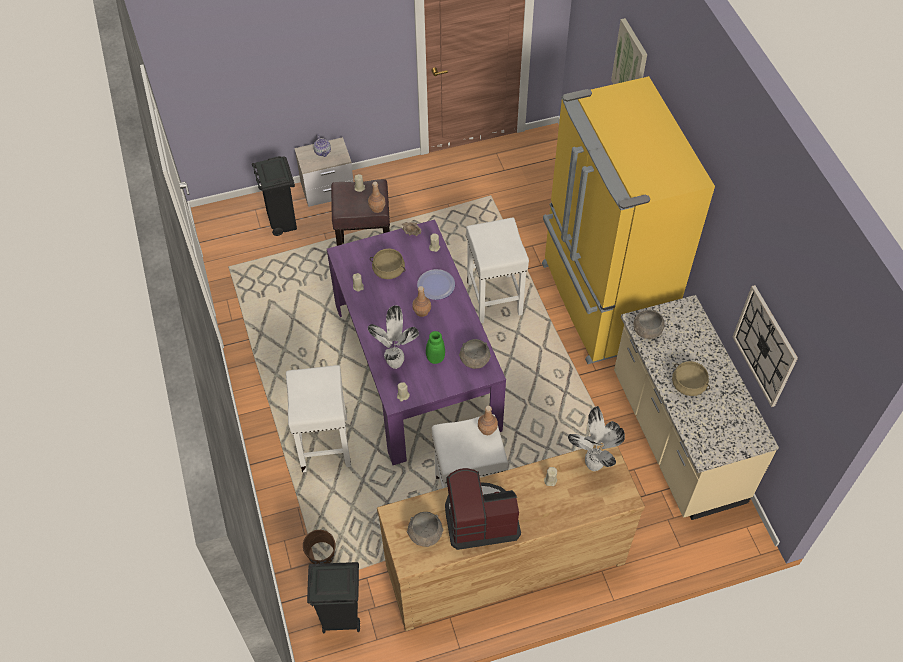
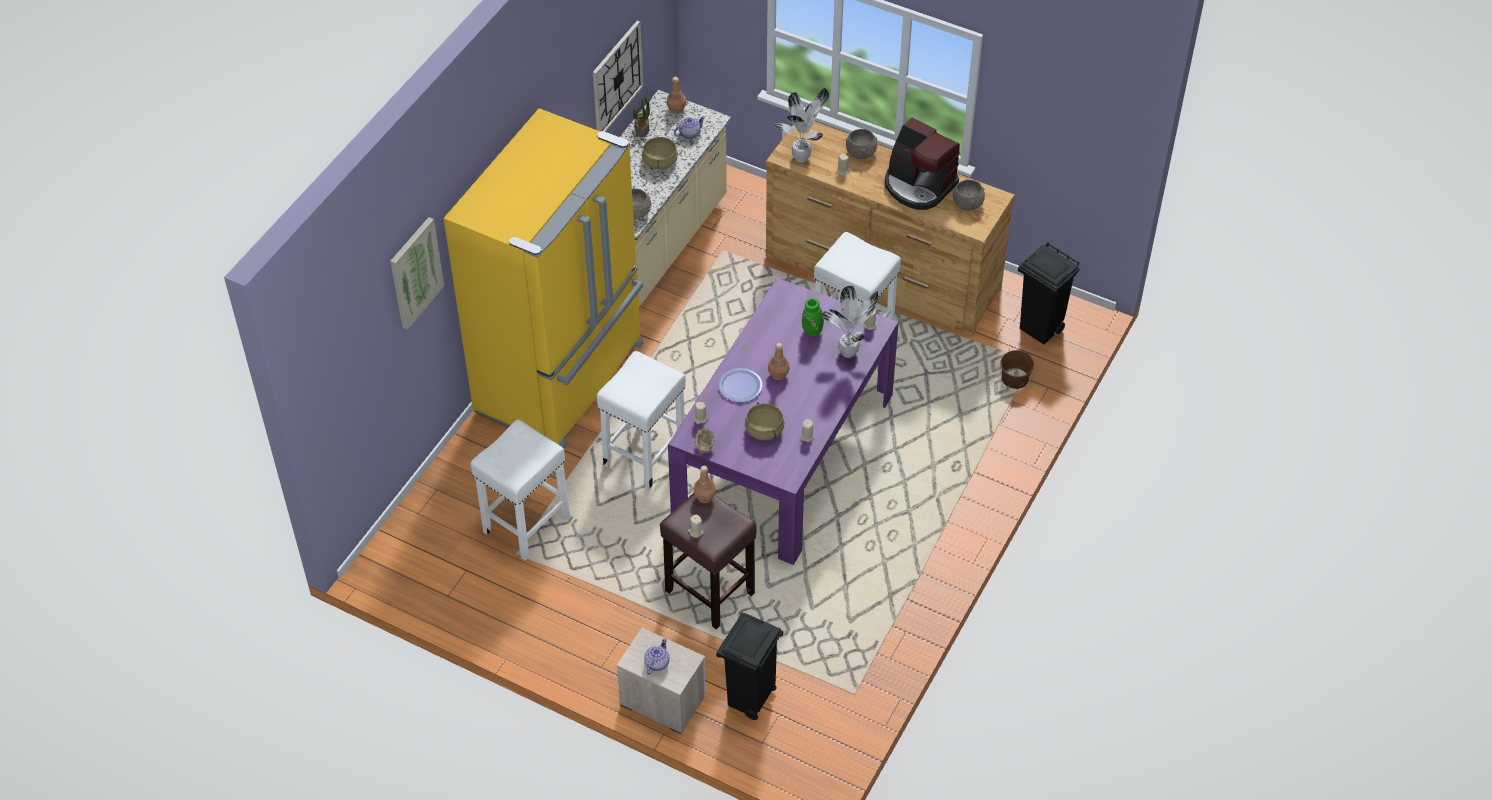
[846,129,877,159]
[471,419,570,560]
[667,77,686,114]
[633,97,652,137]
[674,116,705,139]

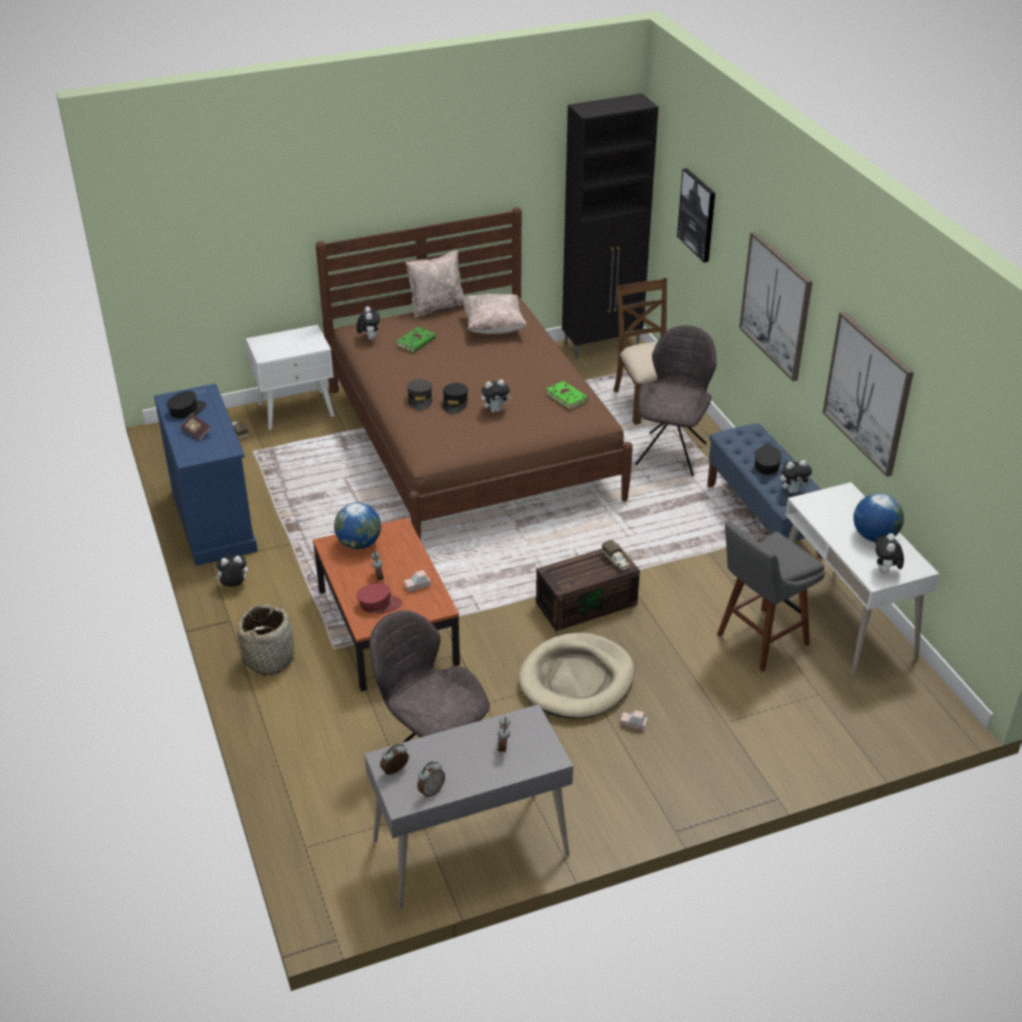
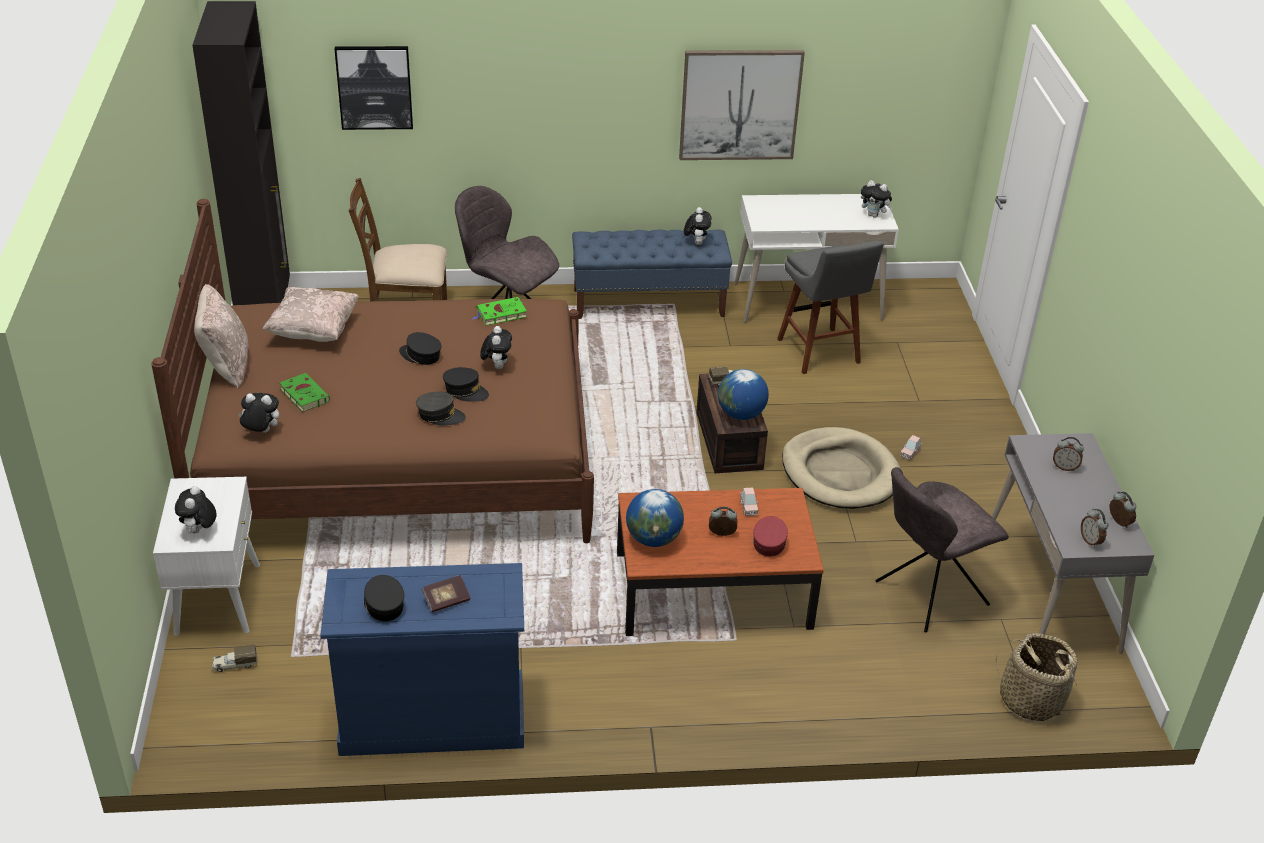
[739,231,813,381] (first image)
[399,332,442,365]
[718,369,769,420]
[175,486,217,535]
[996,633,1077,721]

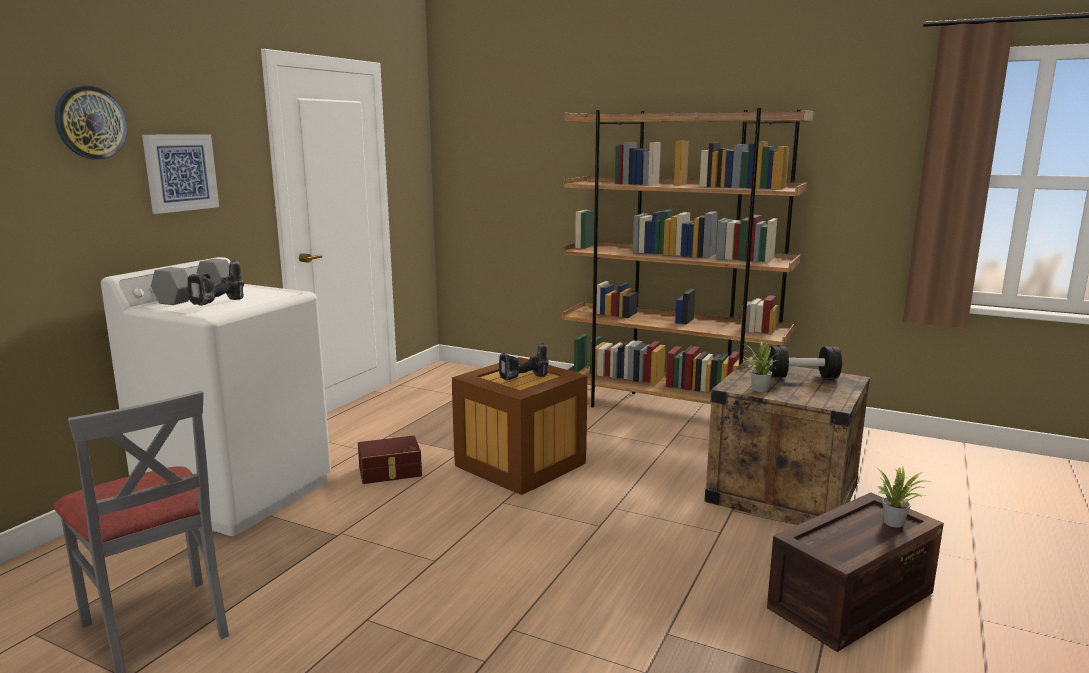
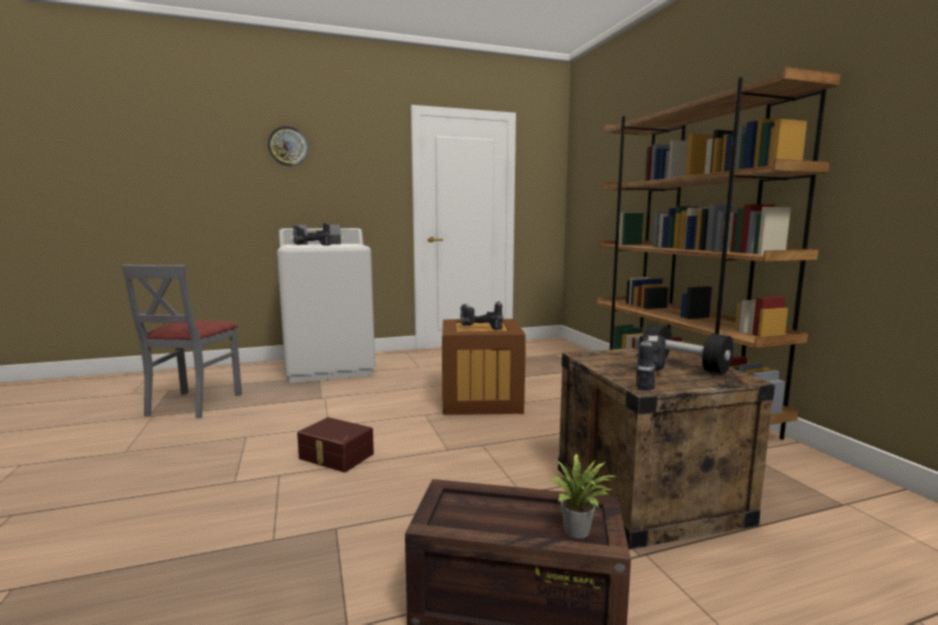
[142,134,219,214] (first image)
[742,342,778,392] (first image)
[297,417,374,472]
[635,335,666,390]

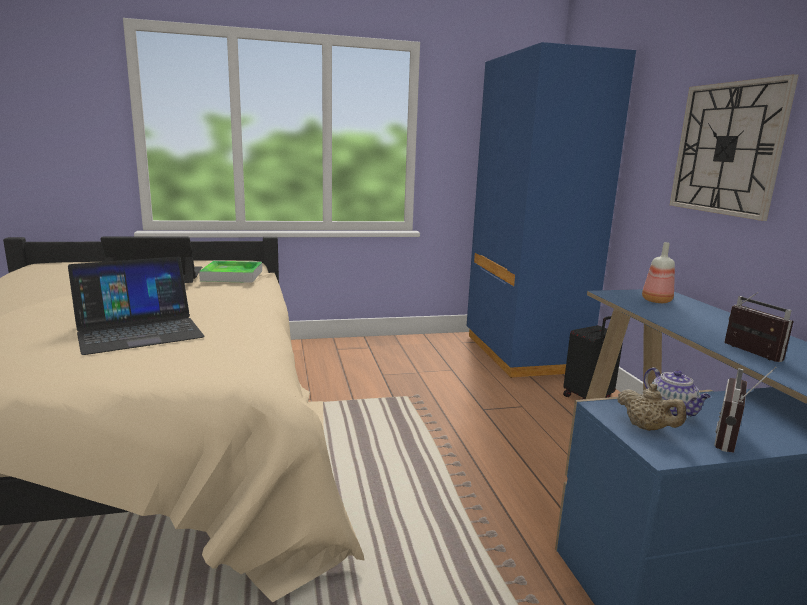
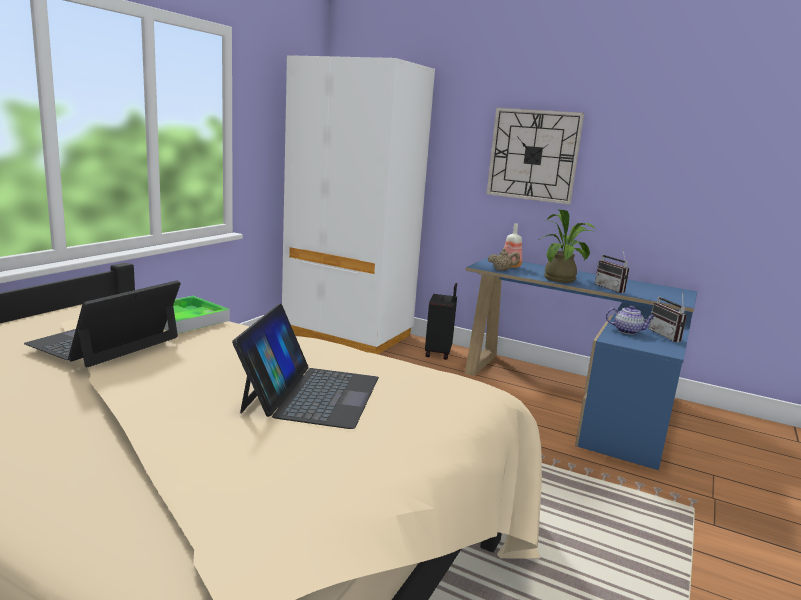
[282,55,435,354]
[595,250,629,293]
[488,248,520,271]
[539,209,596,283]

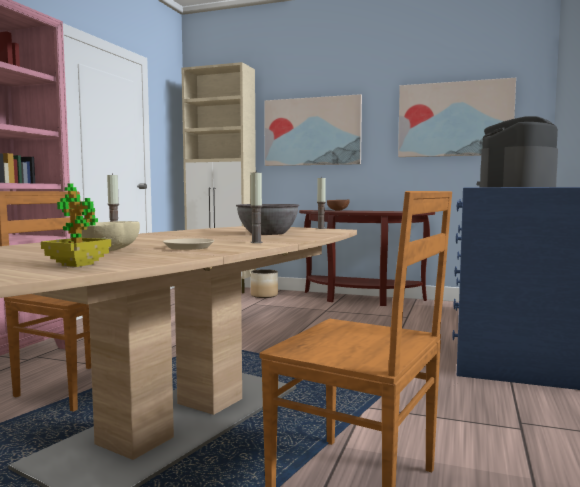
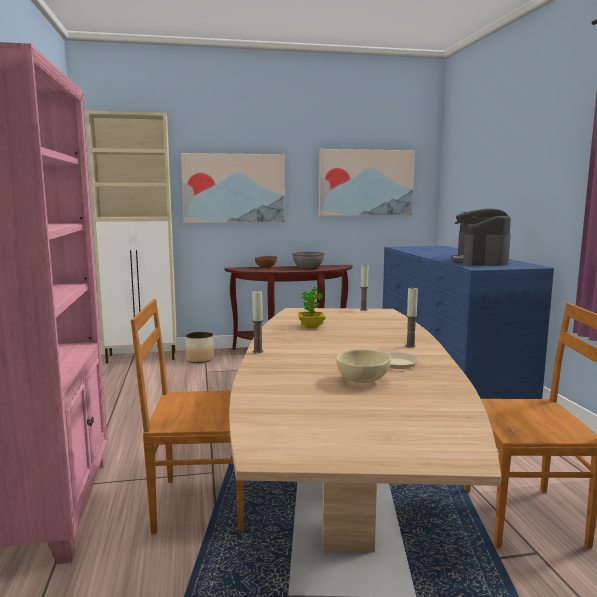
[298,286,325,328]
[292,252,325,269]

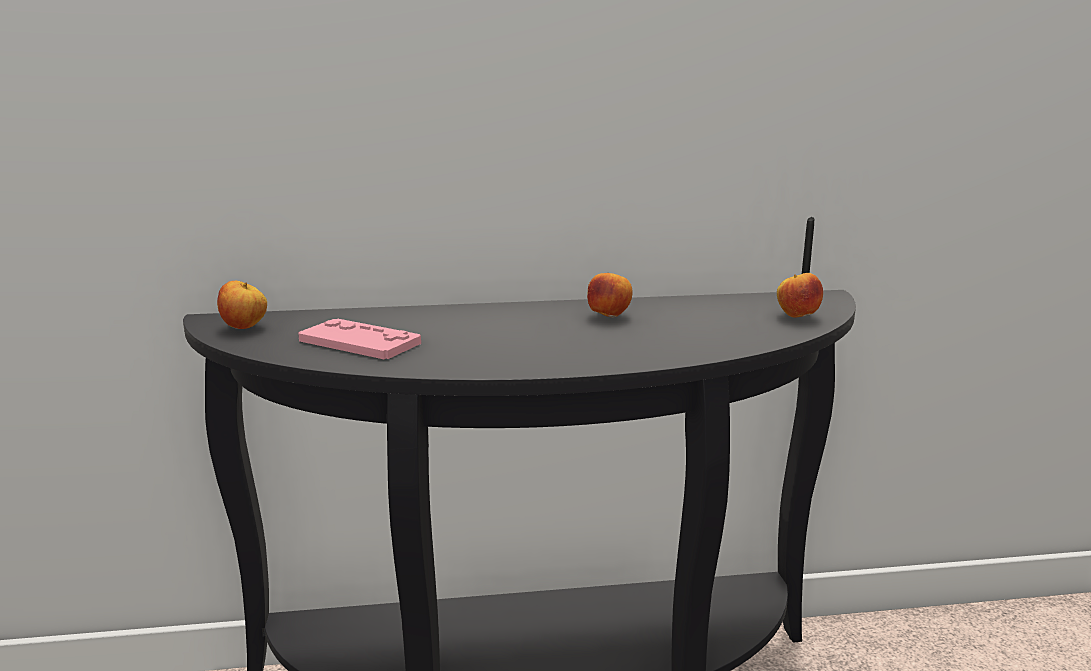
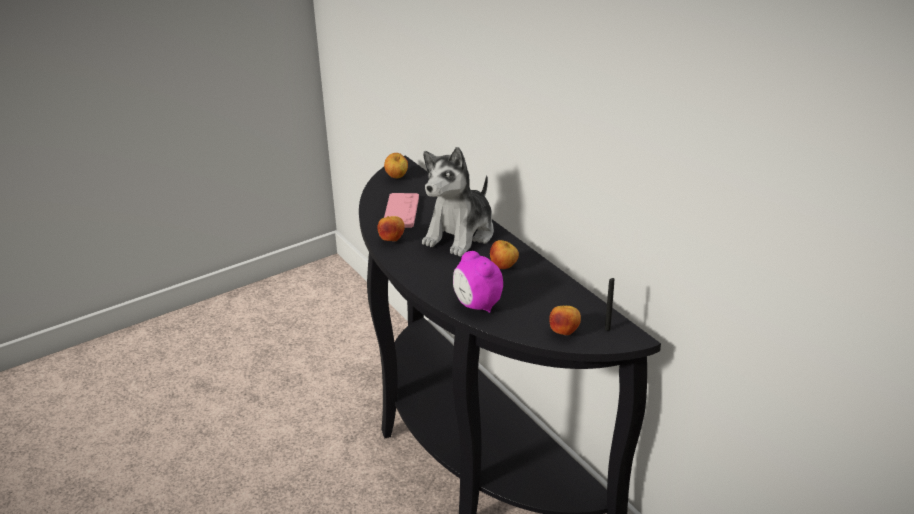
[422,147,494,257]
[377,216,405,242]
[453,251,503,313]

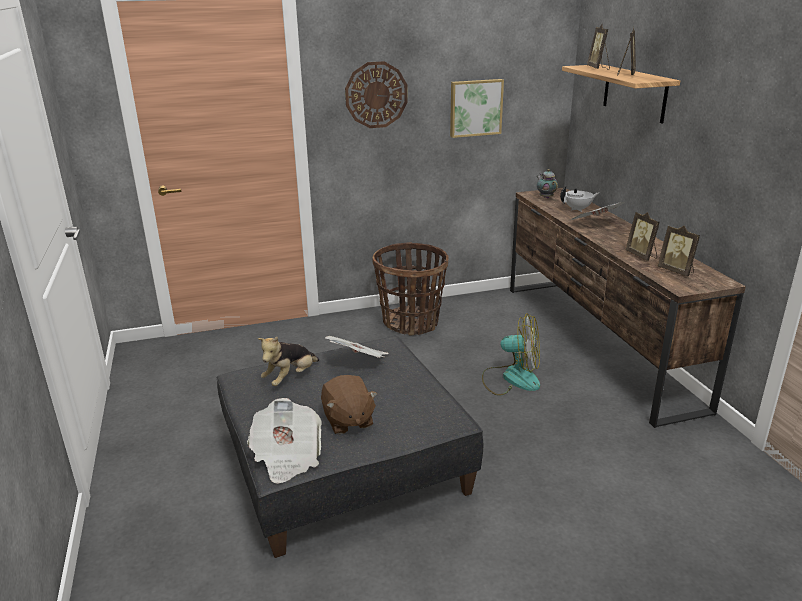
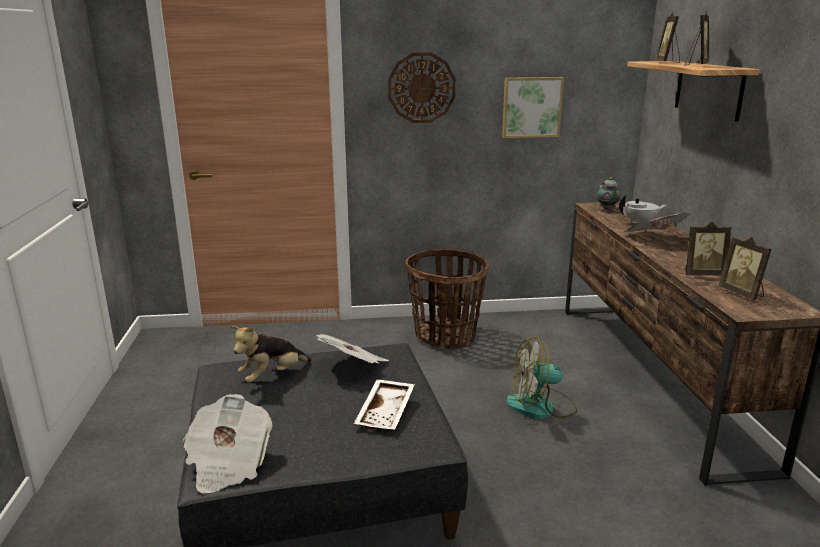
[684,221,732,276]
[506,337,577,419]
[321,375,377,434] (first image)
[354,379,415,429]

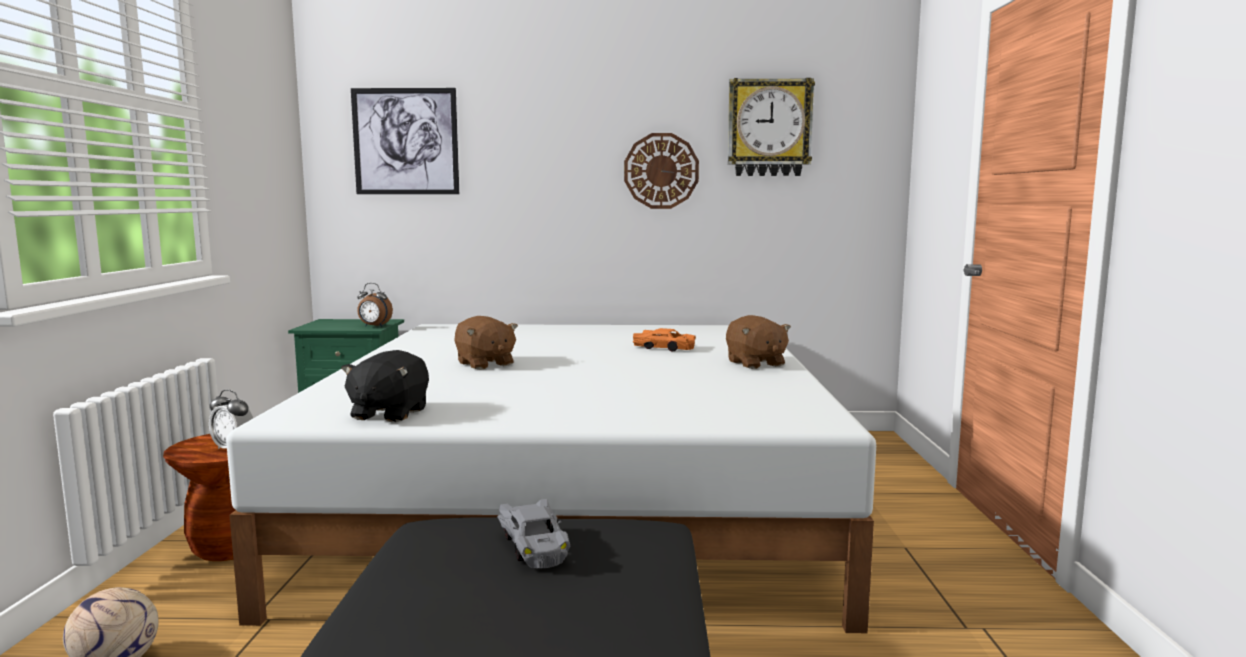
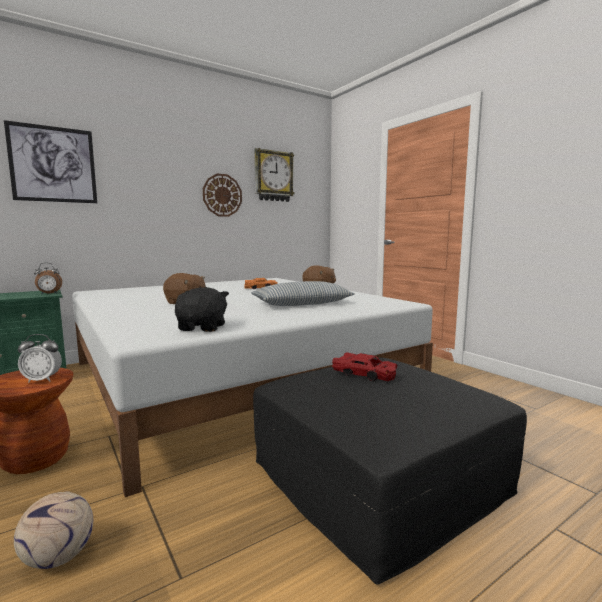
[175,287,229,332]
[332,352,397,381]
[251,281,355,306]

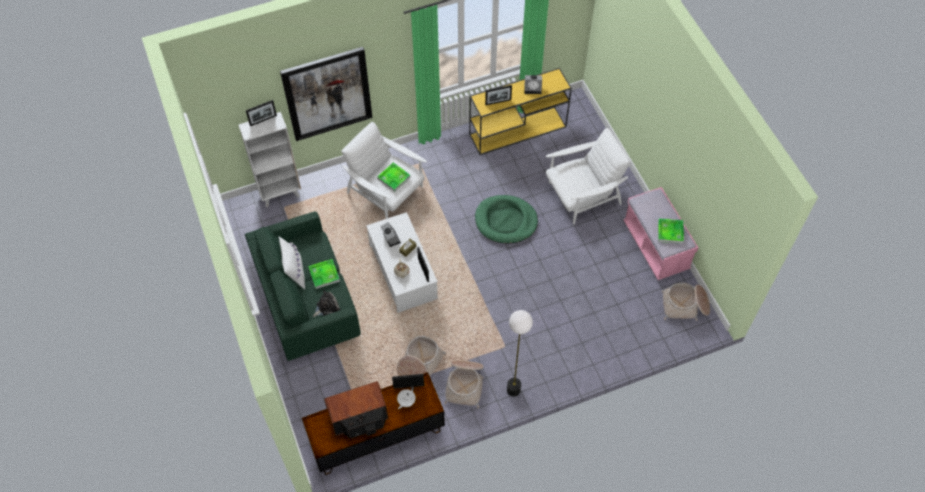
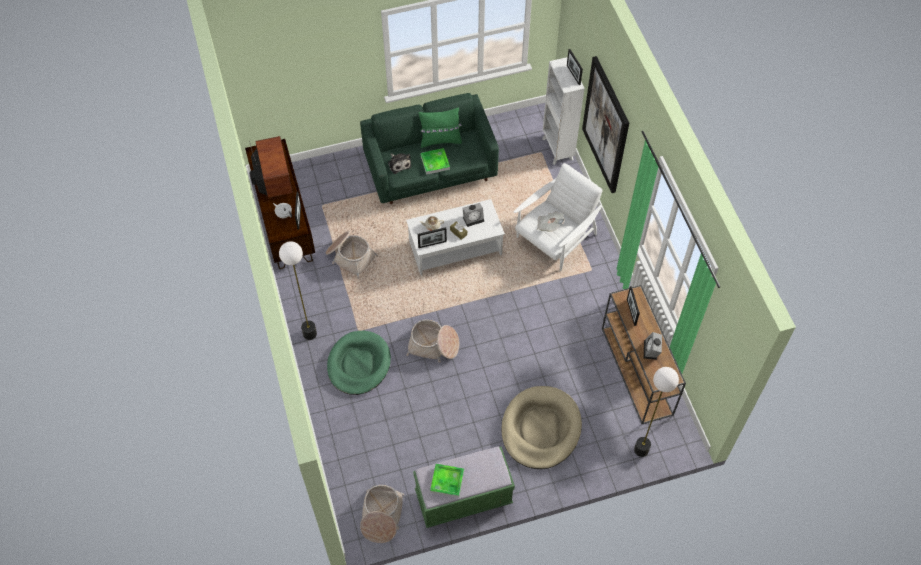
[602,285,686,424]
[501,386,582,469]
[537,211,565,232]
[413,447,515,528]
[327,331,391,395]
[419,108,462,148]
[406,320,459,363]
[634,367,679,457]

